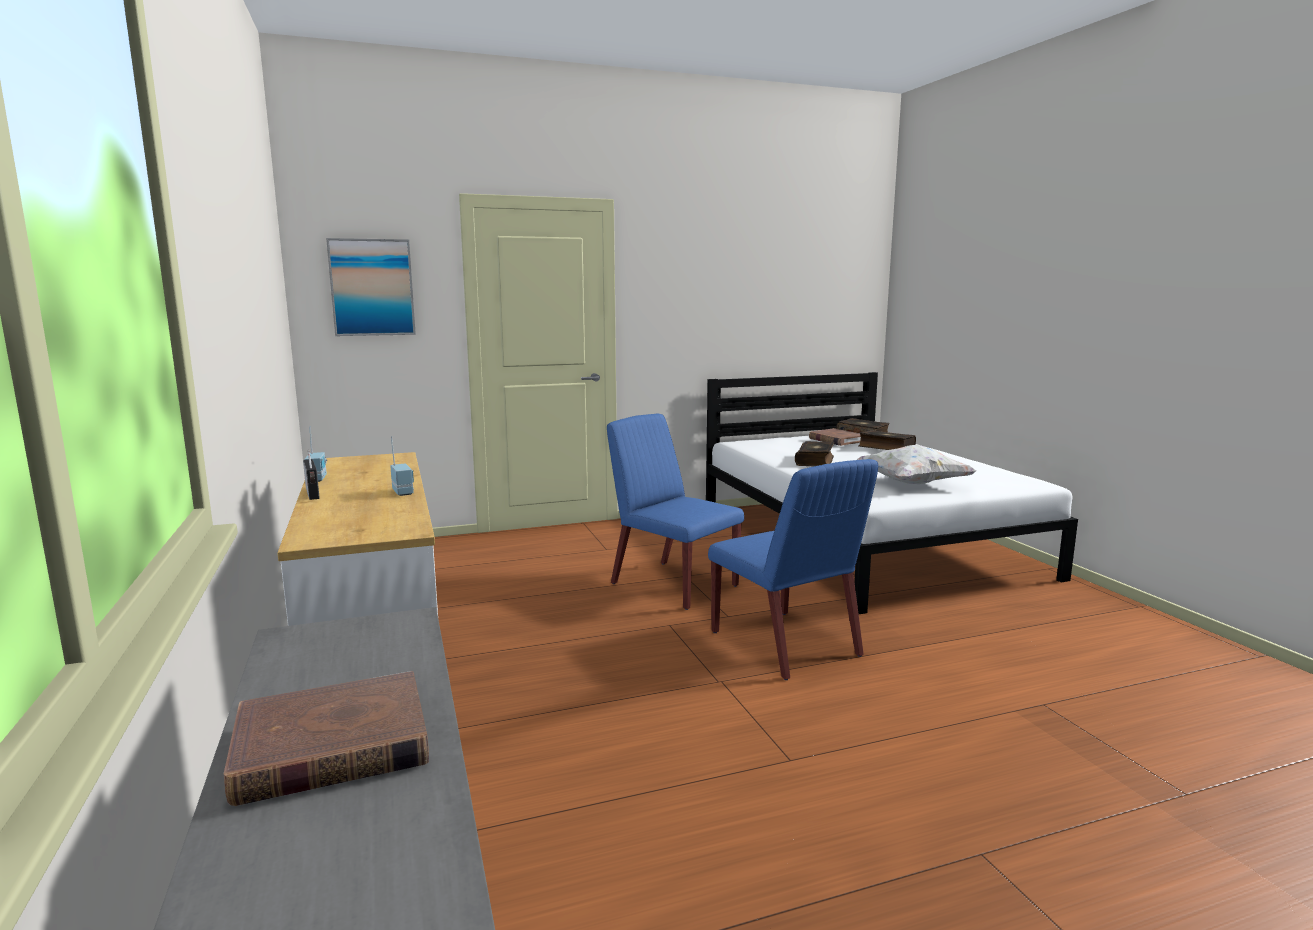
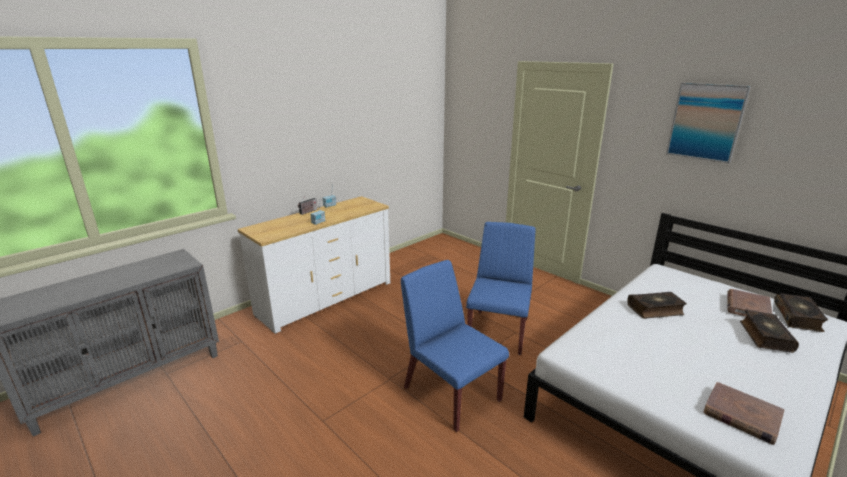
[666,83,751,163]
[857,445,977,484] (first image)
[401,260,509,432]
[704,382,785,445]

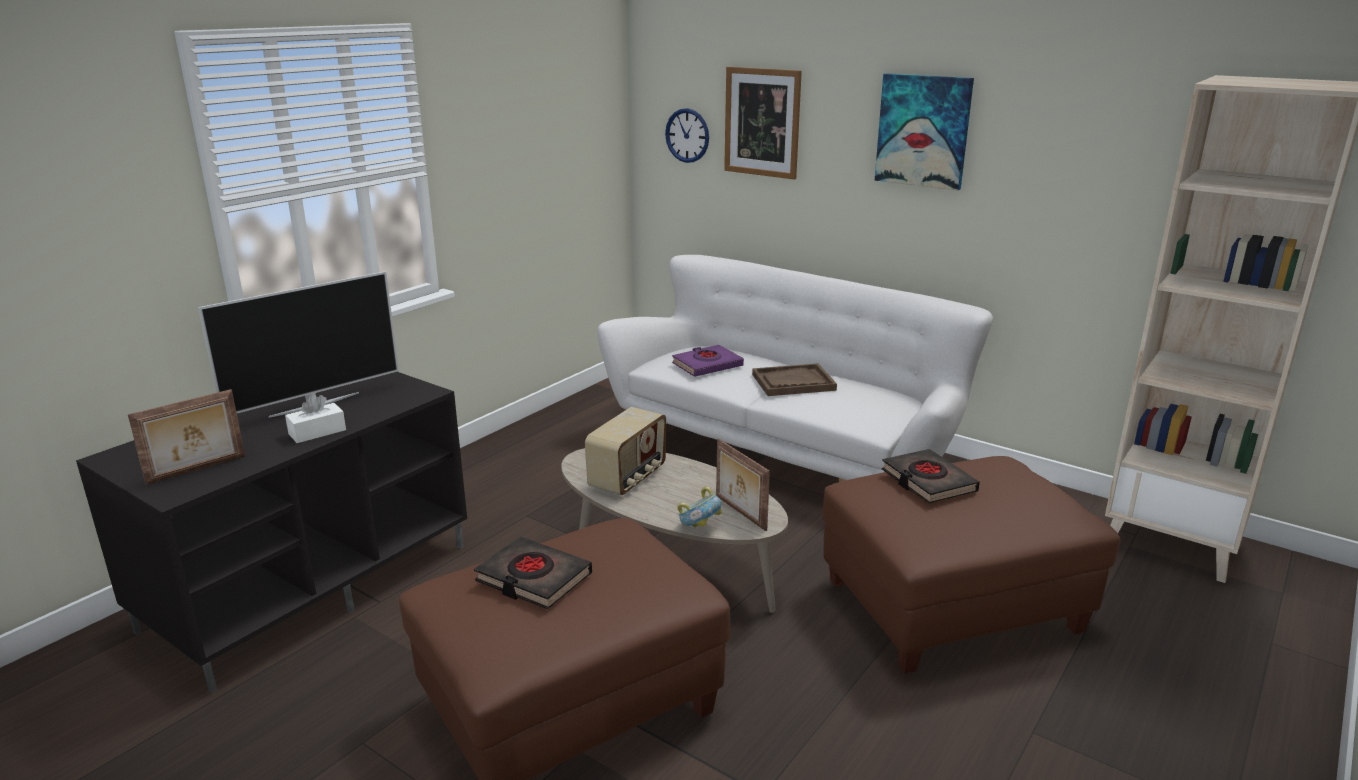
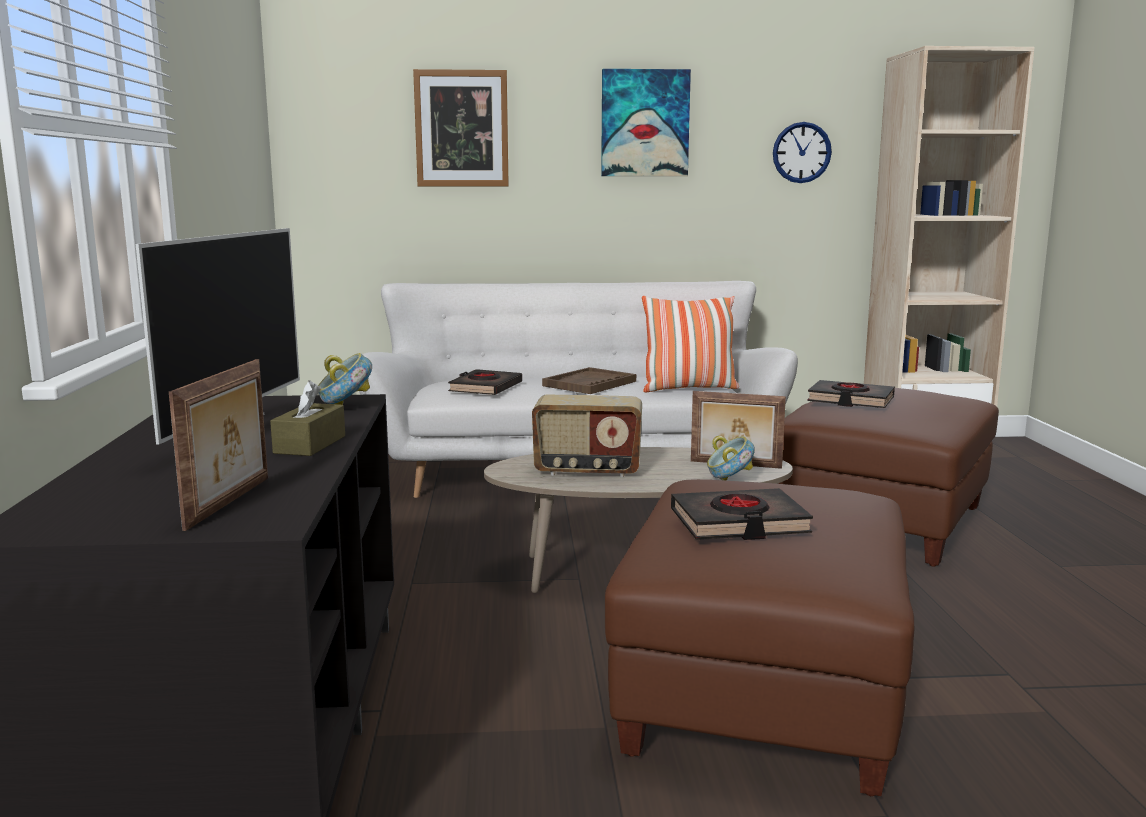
[773,122,832,183]
[448,369,522,395]
[270,380,345,456]
[532,394,642,477]
[642,296,739,392]
[318,353,372,405]

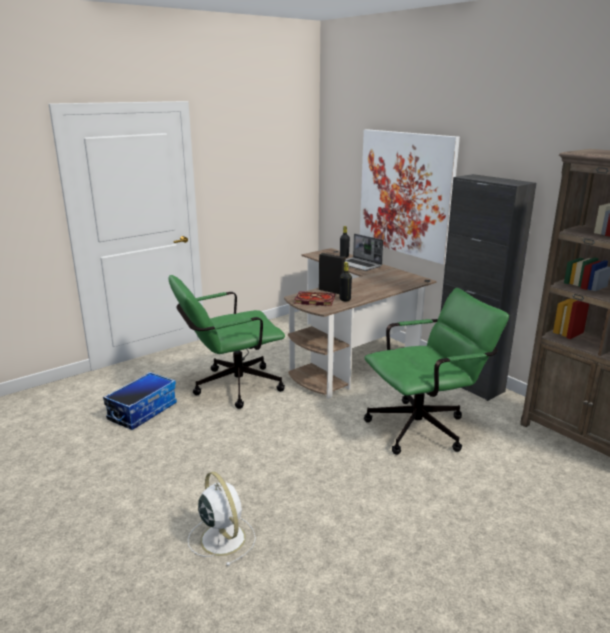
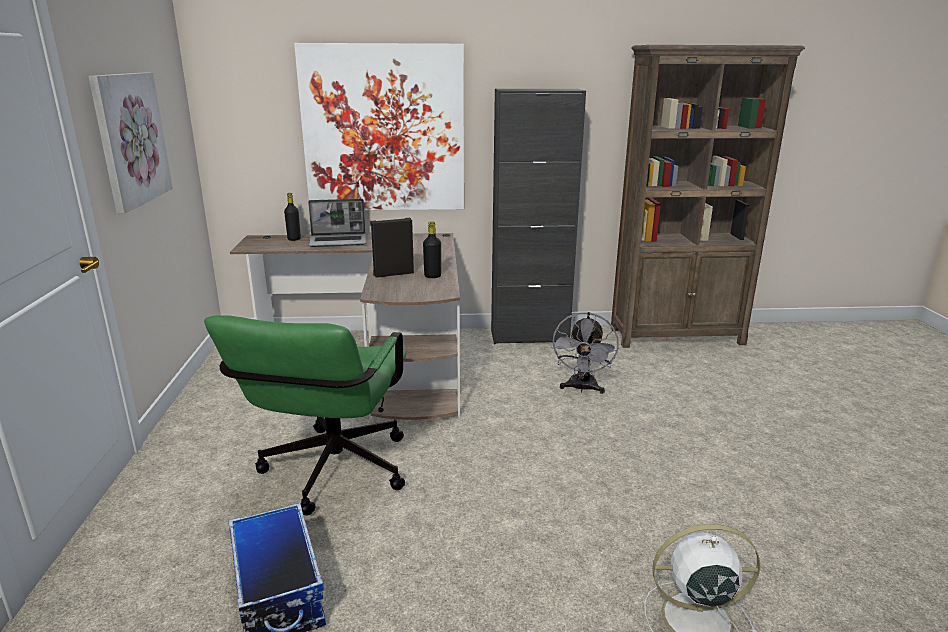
[551,312,619,394]
[294,291,335,306] (first image)
[88,72,173,214]

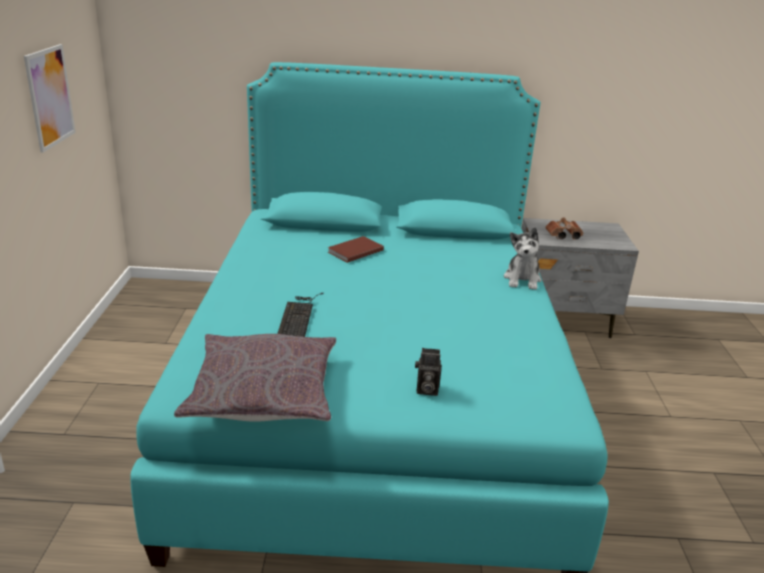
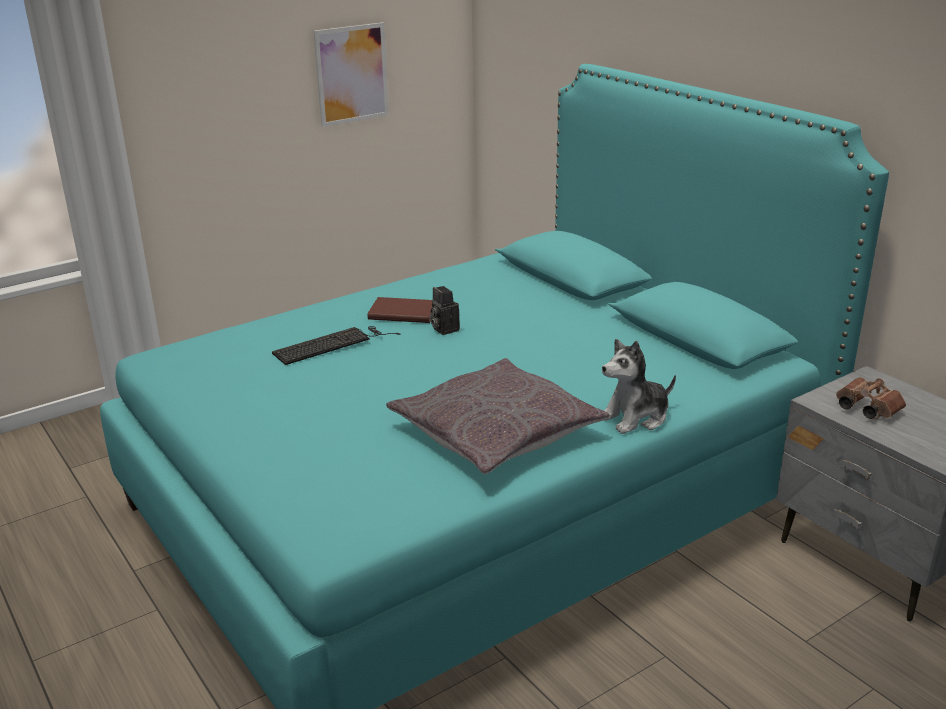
[368,297,432,323]
[386,358,610,474]
[431,286,460,335]

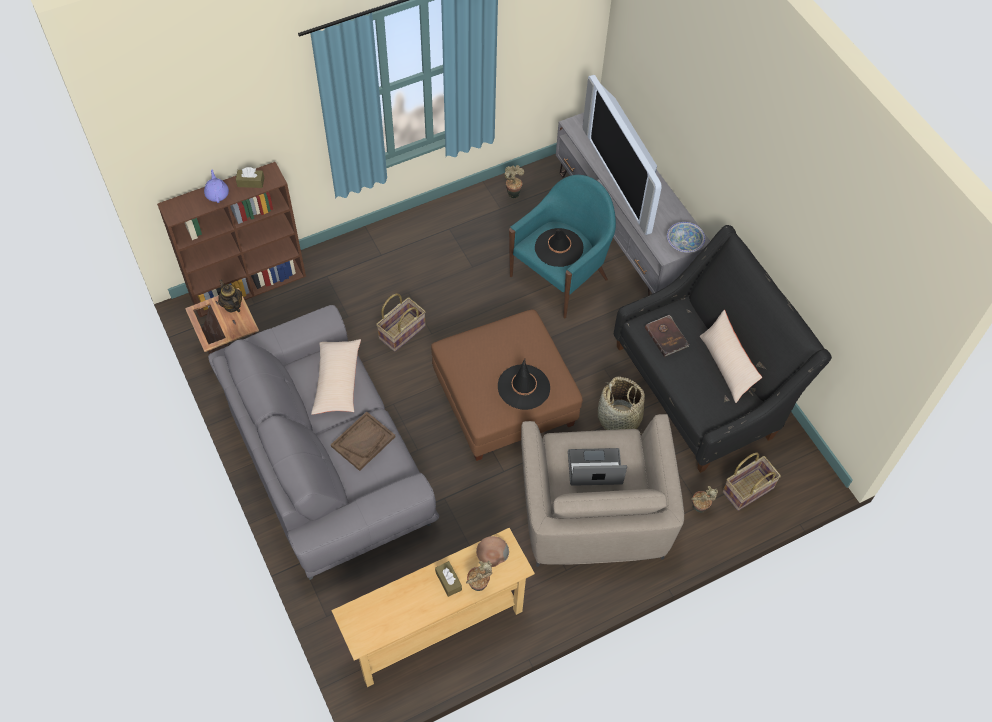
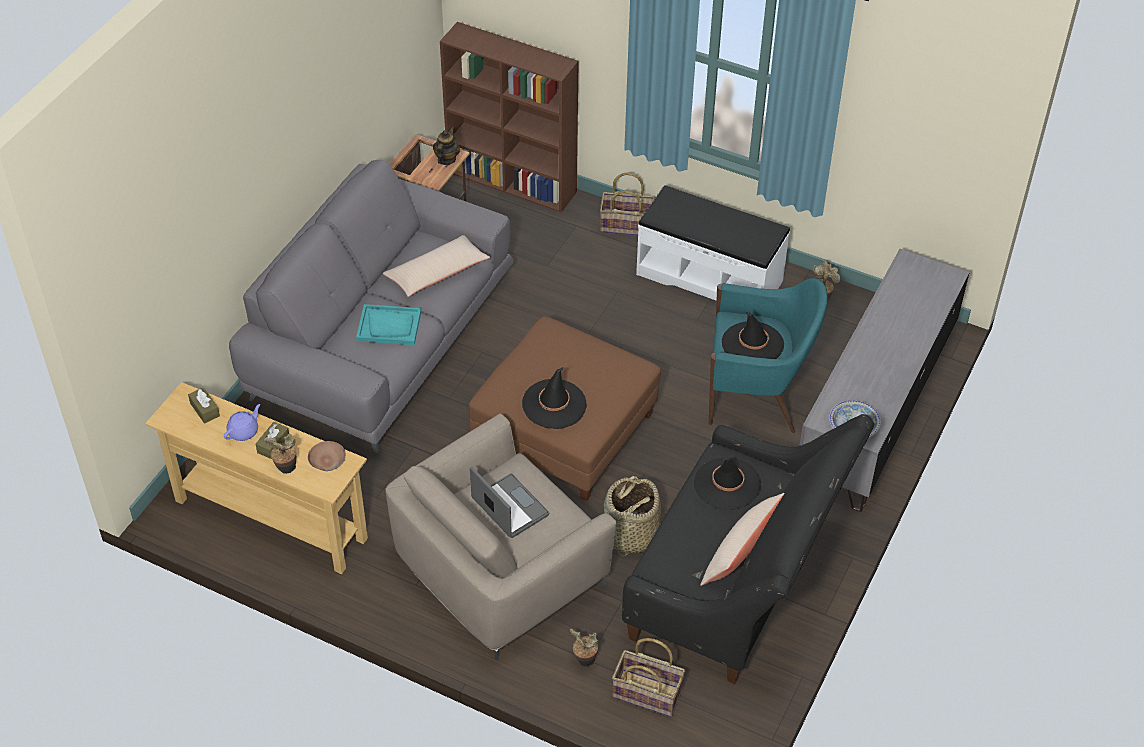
[582,75,662,235] (first image)
[188,387,220,423]
[224,404,260,441]
[600,172,655,236]
[694,457,761,510]
[356,304,421,345]
[636,185,790,301]

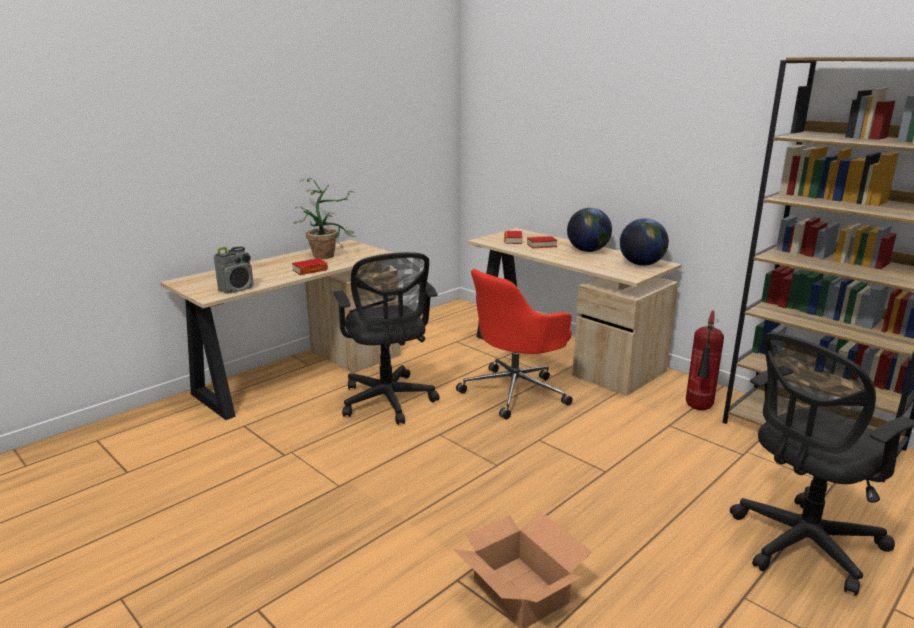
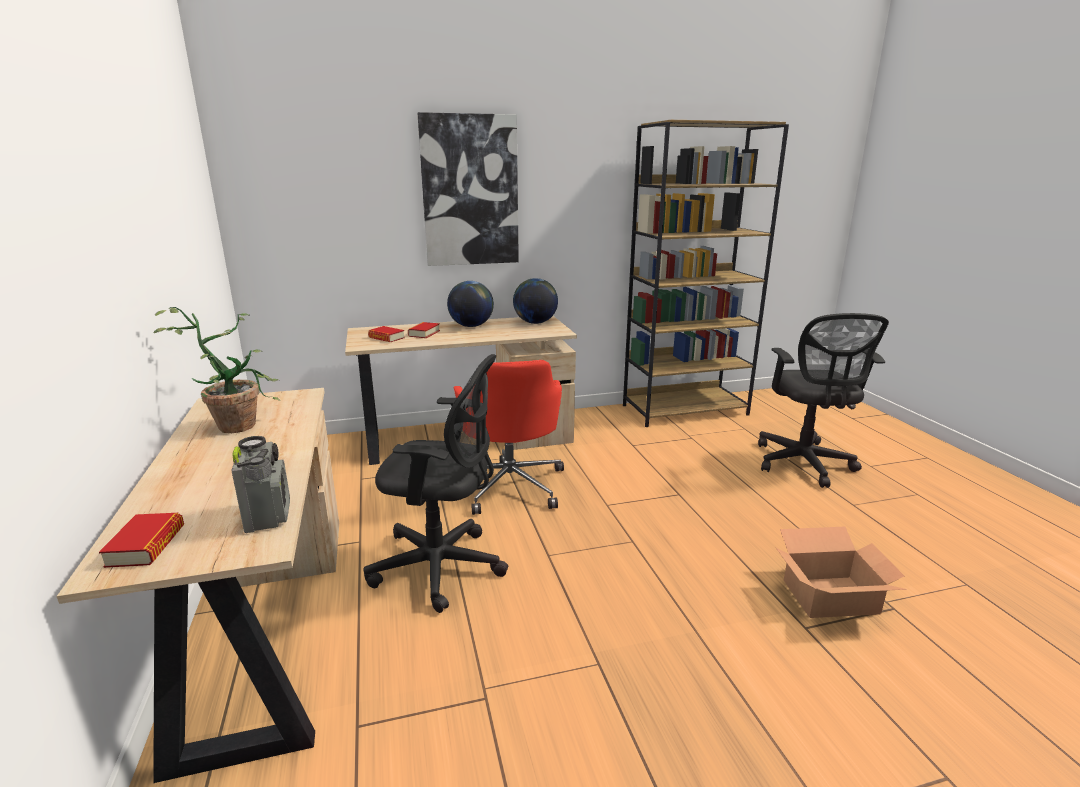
[99,513,184,568]
[686,311,724,410] (first image)
[417,112,519,266]

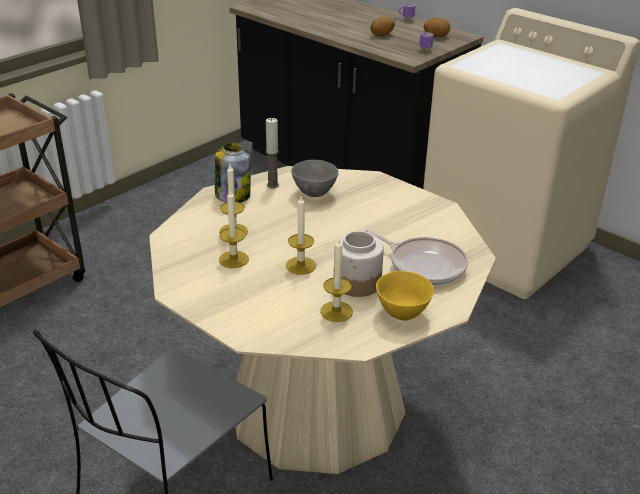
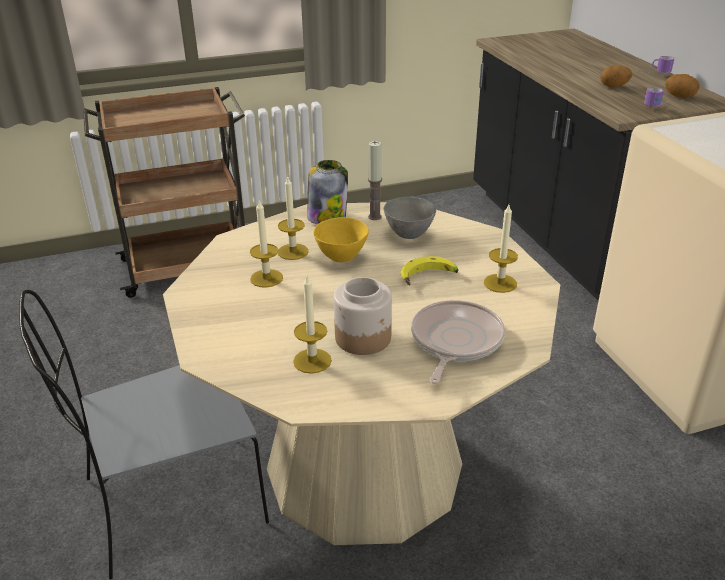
[484,205,518,293]
[411,300,505,384]
[314,217,369,262]
[401,256,458,286]

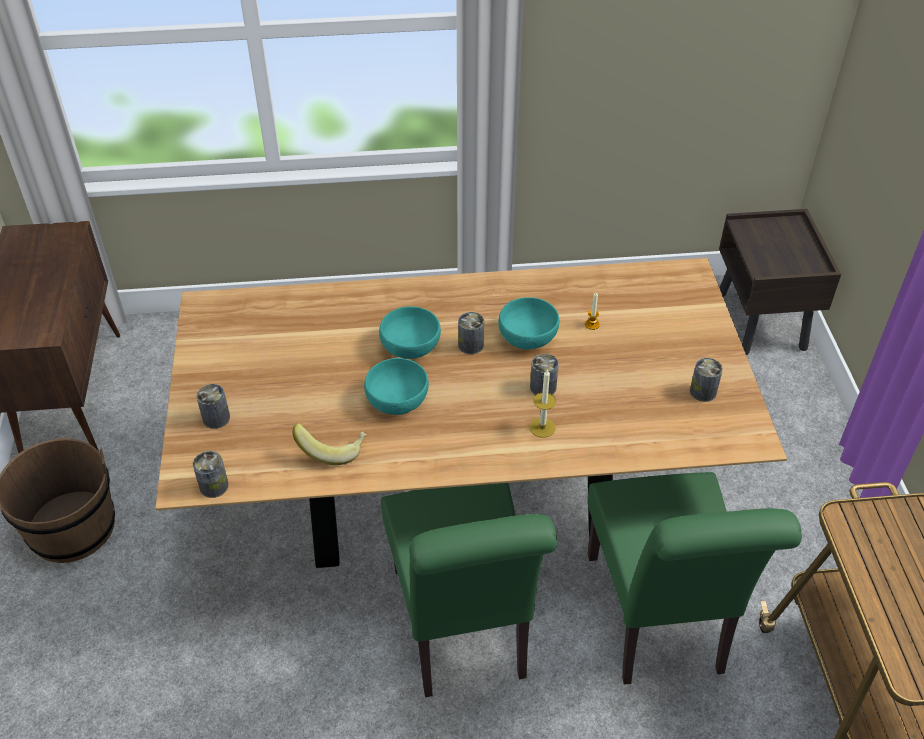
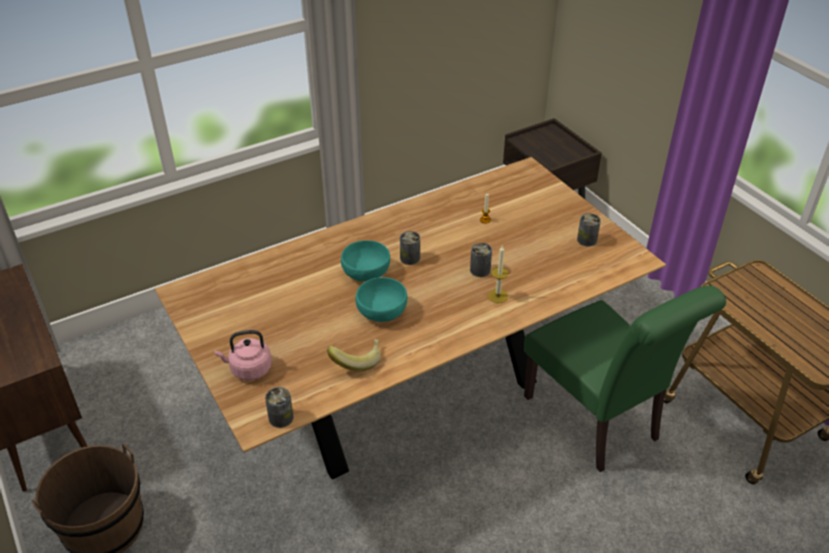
[499,297,559,350] (first image)
[215,330,272,380]
[381,483,557,697] (first image)

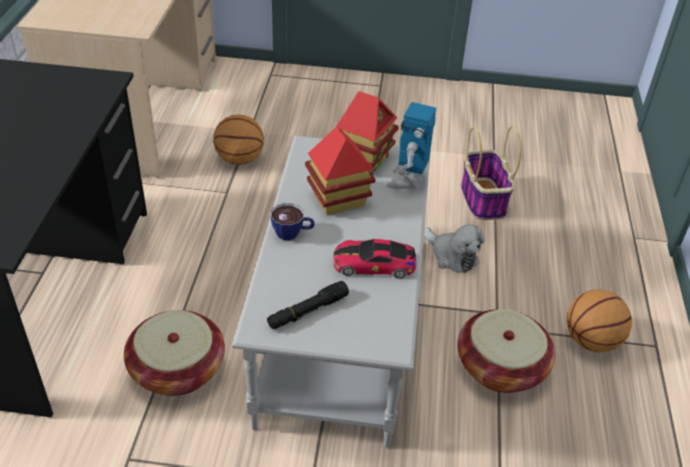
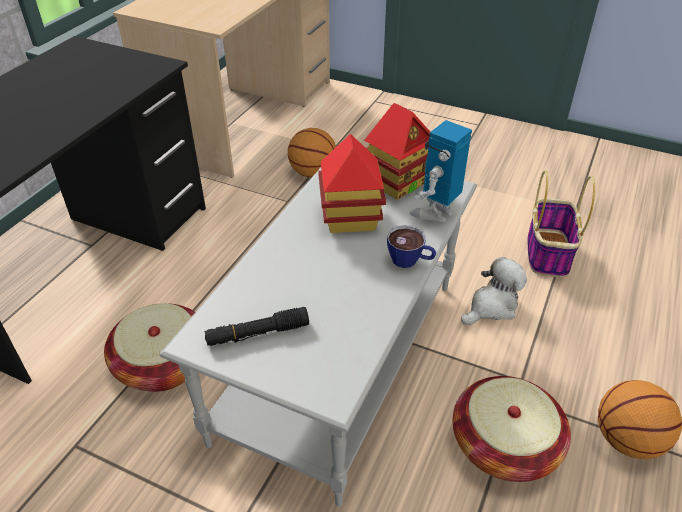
[387,225,436,268]
[461,257,527,325]
[333,239,416,279] (first image)

